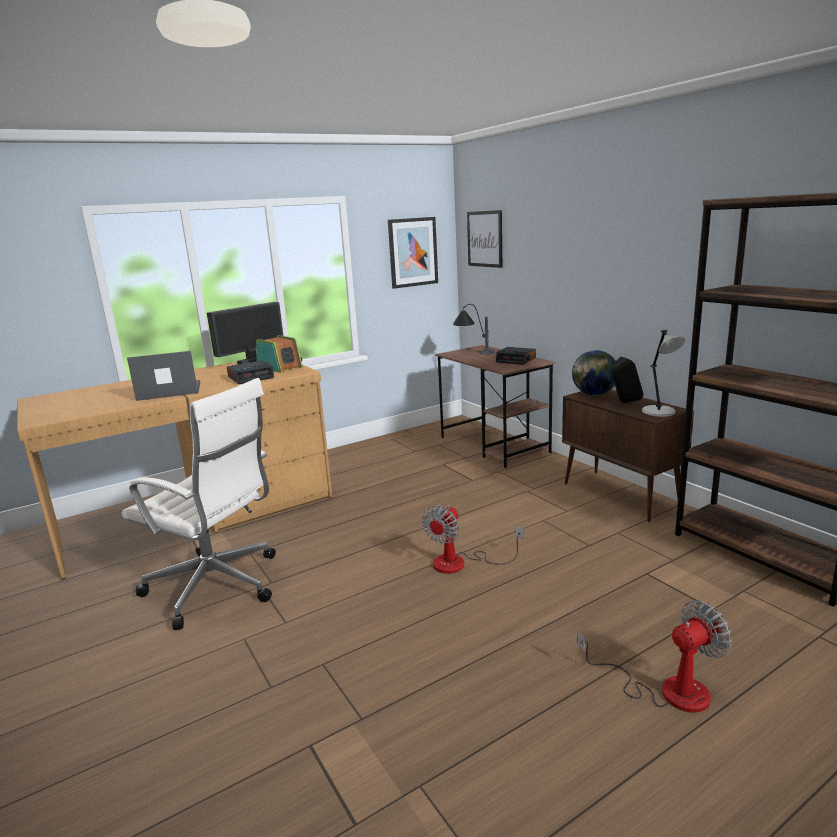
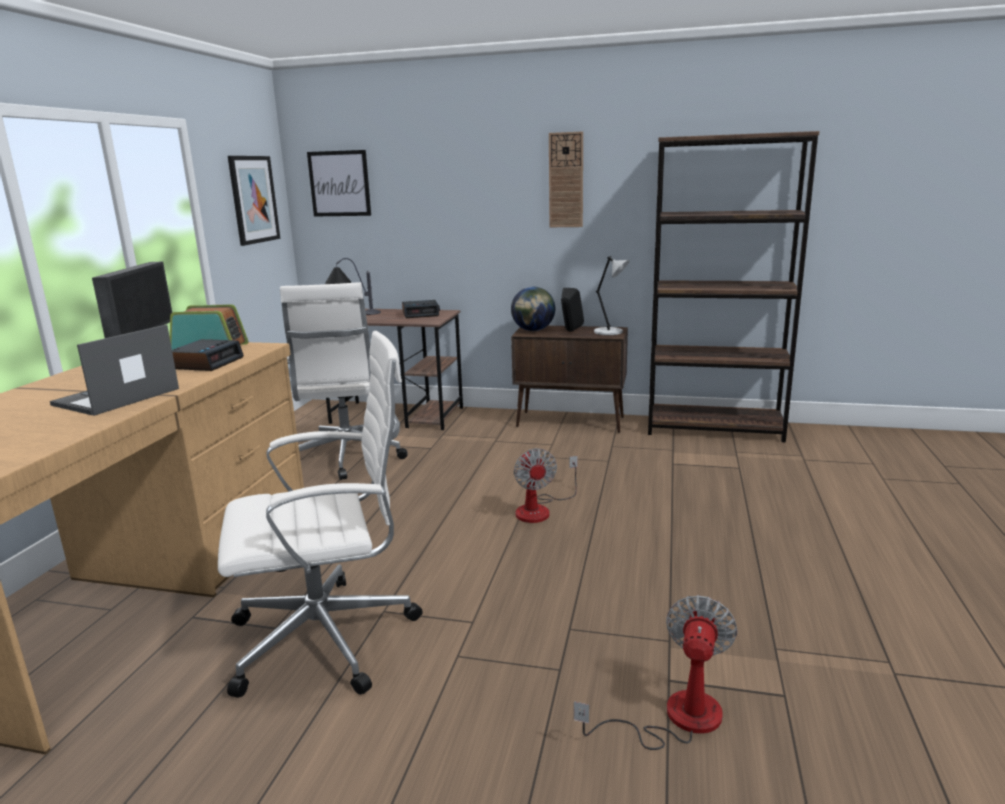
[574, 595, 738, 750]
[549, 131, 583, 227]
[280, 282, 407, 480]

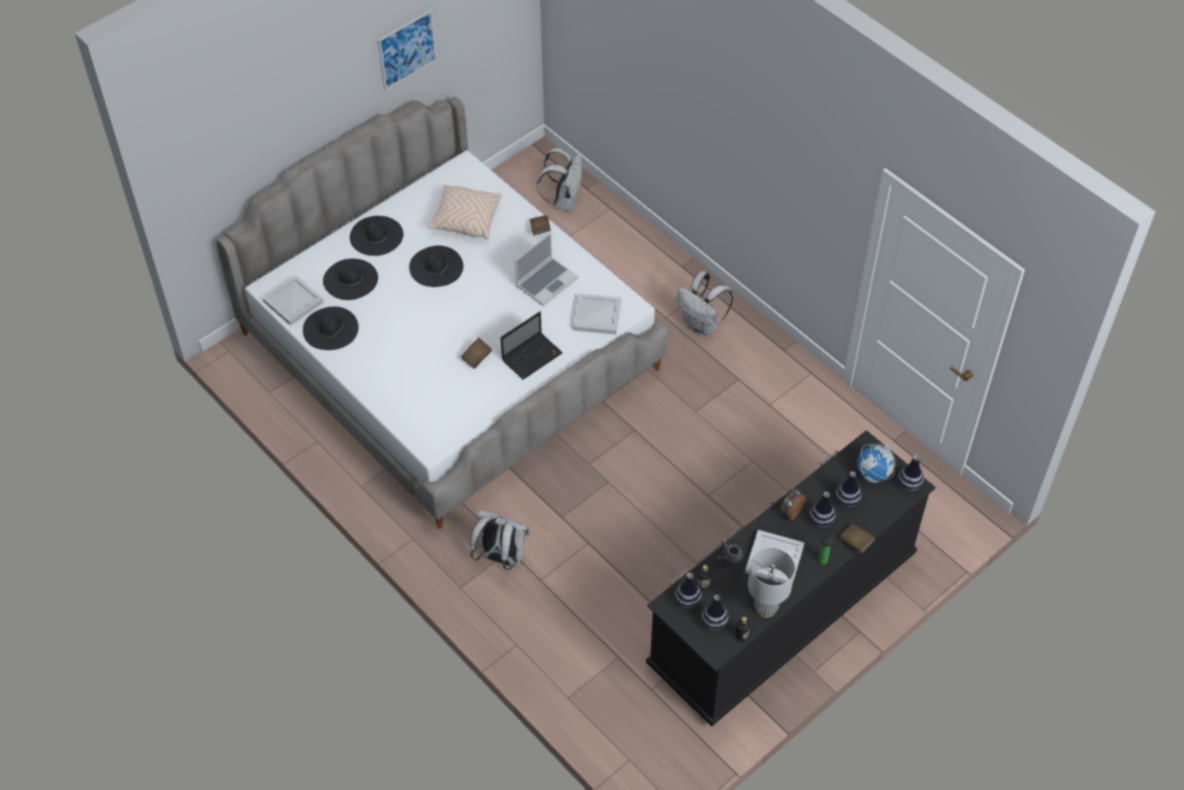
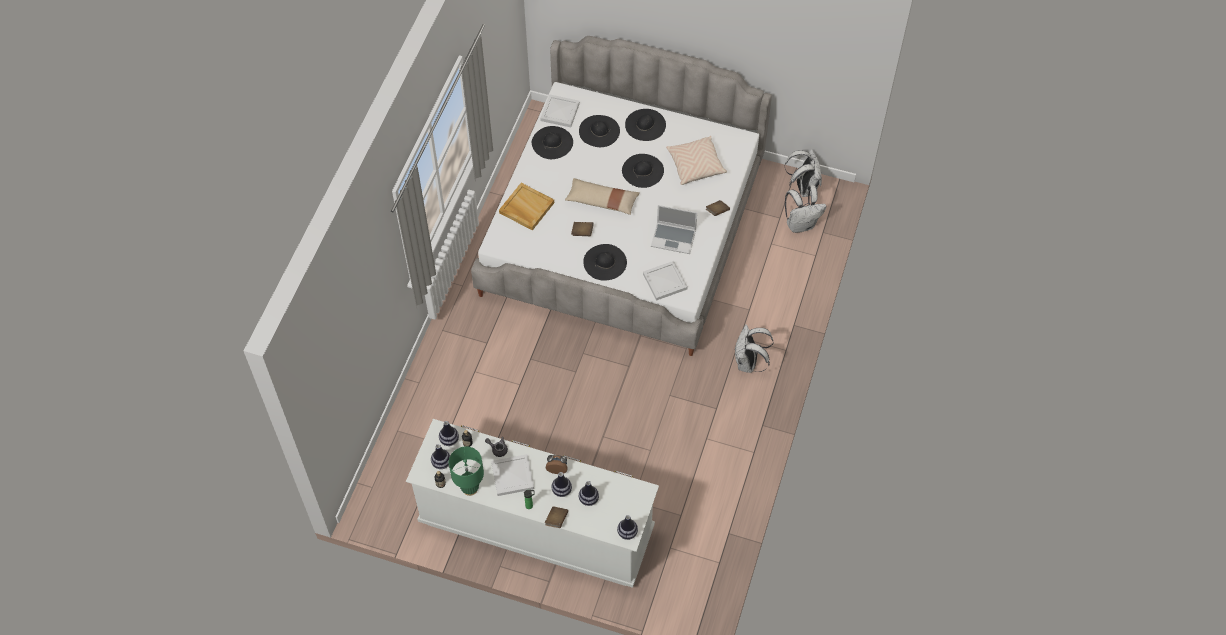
[378, 9, 437, 91] (first image)
[583, 244, 627, 281]
[406, 419, 659, 588]
[857, 442, 896, 483] (first image)
[785, 149, 822, 197]
[449, 446, 484, 496]
[565, 178, 640, 215]
[499, 183, 554, 231]

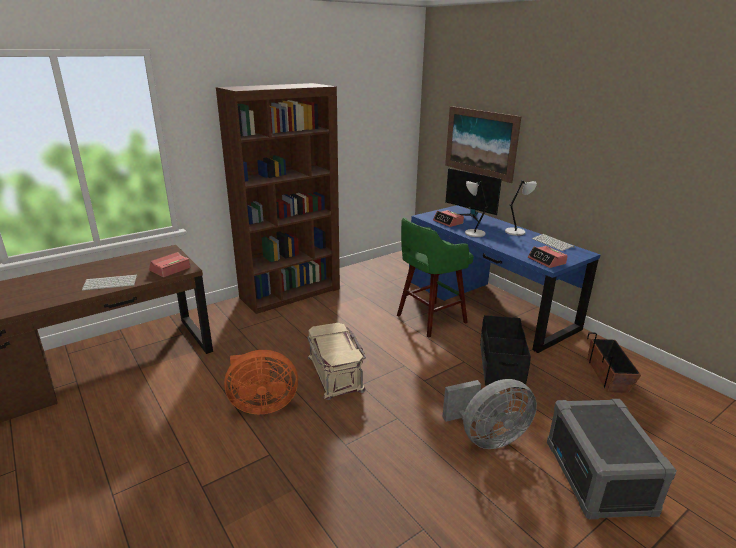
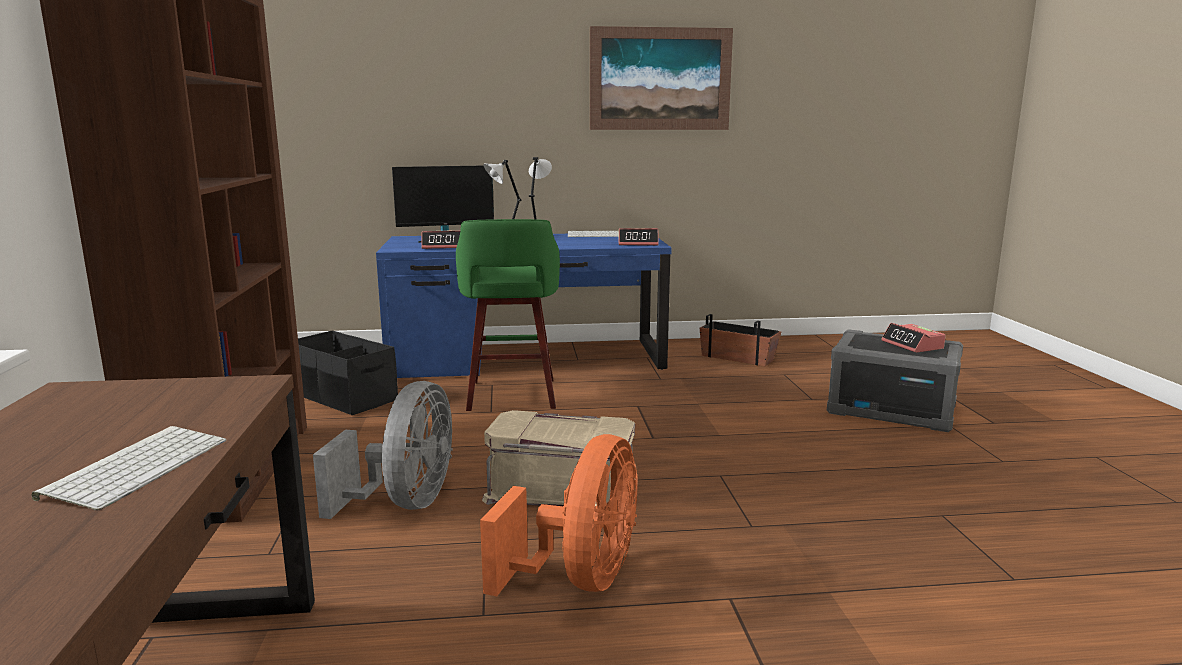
[590, 26, 733, 130]
[881, 323, 946, 353]
[298, 330, 398, 415]
[313, 381, 453, 519]

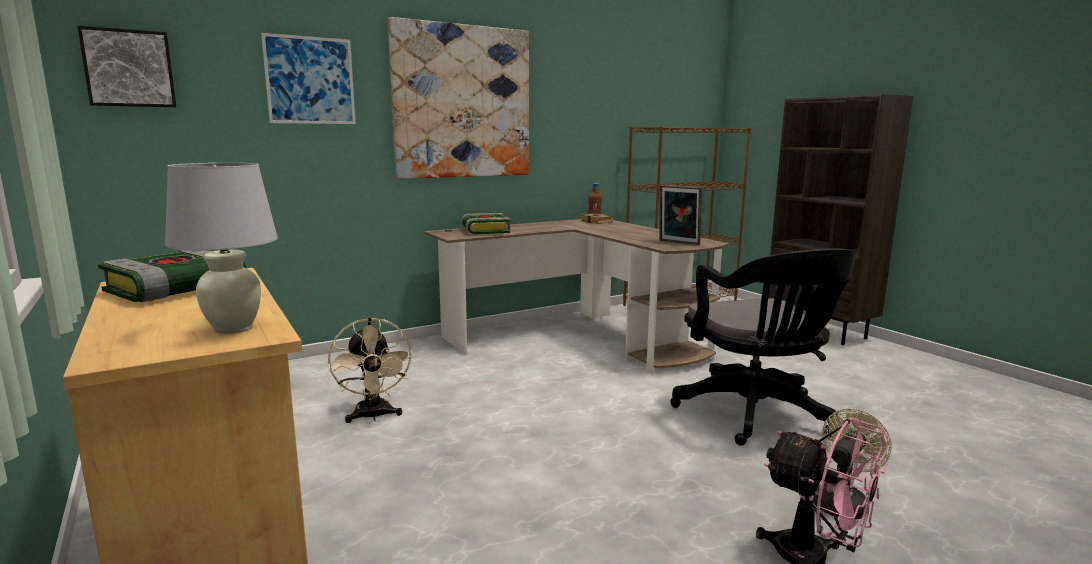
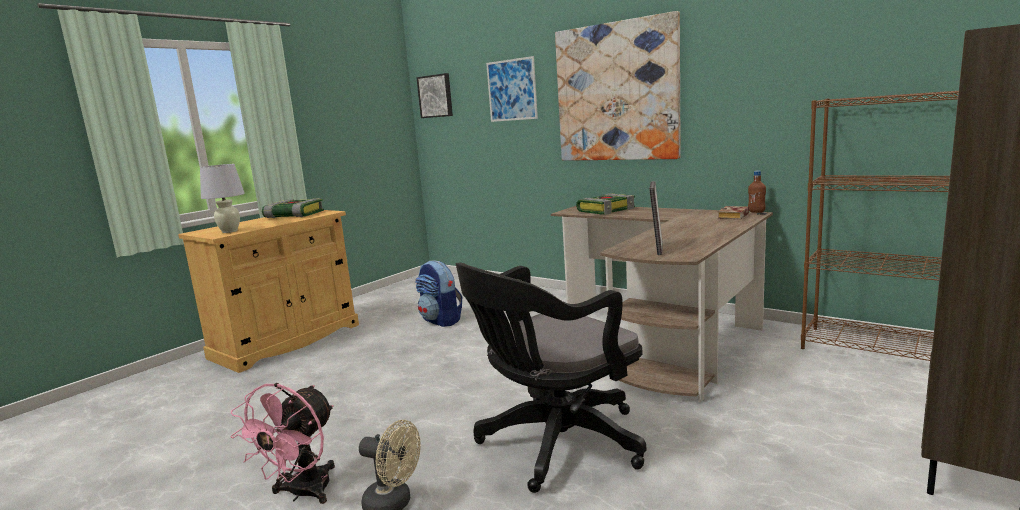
[415, 260, 462, 327]

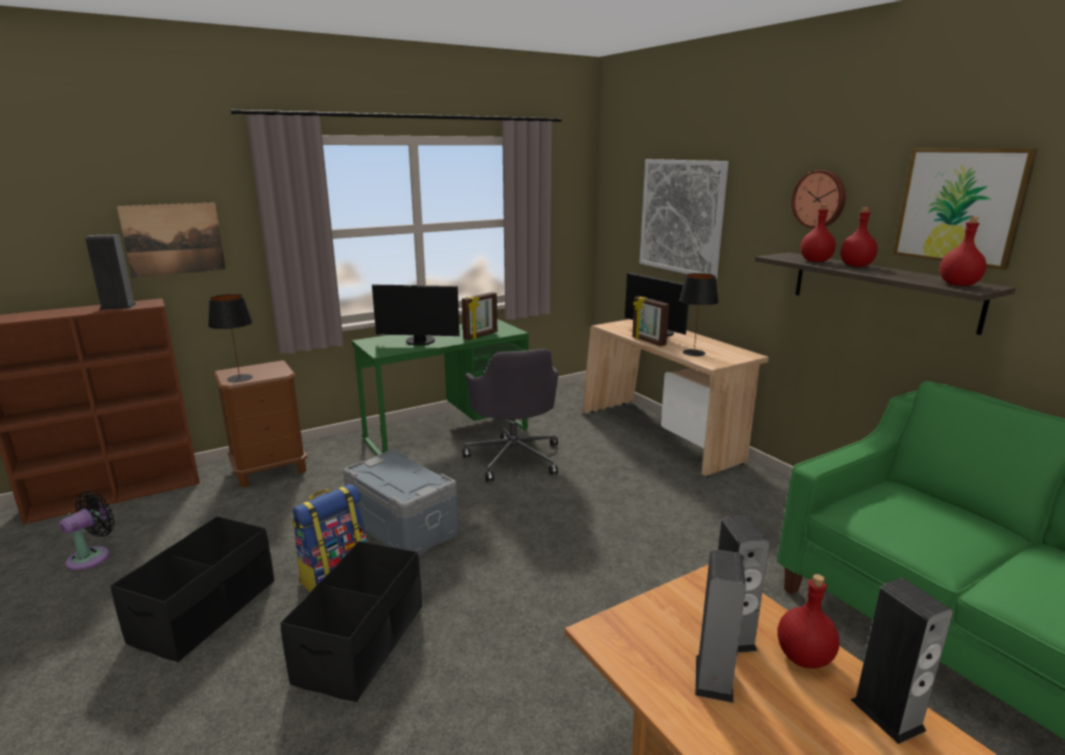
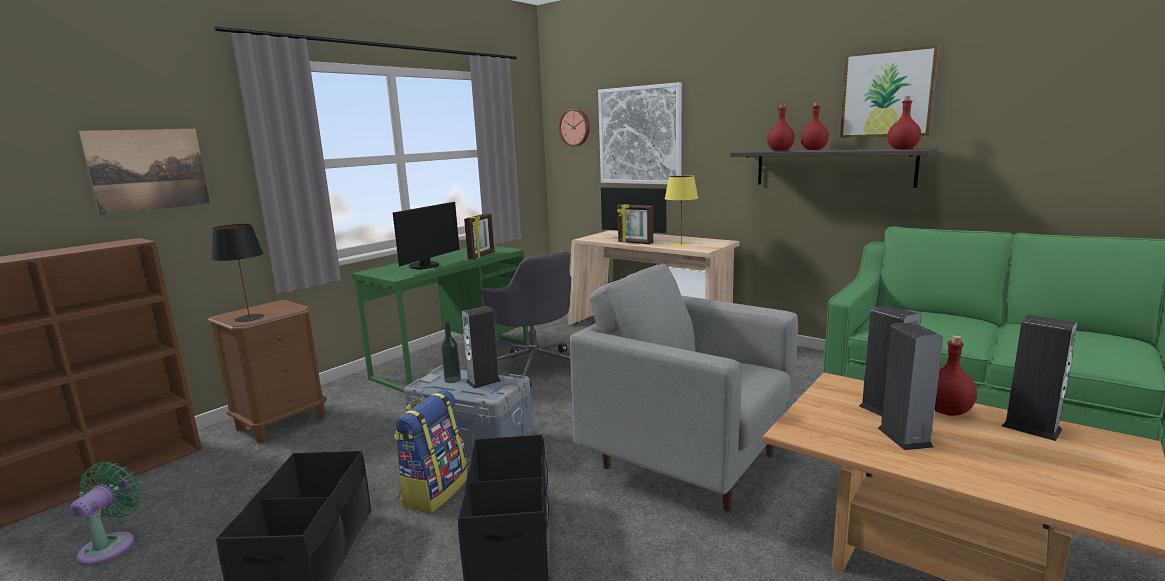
[559, 109, 590, 146]
[462, 306, 501, 389]
[665, 175, 698, 247]
[393, 202, 459, 269]
[69, 462, 142, 565]
[570, 264, 798, 512]
[441, 322, 461, 383]

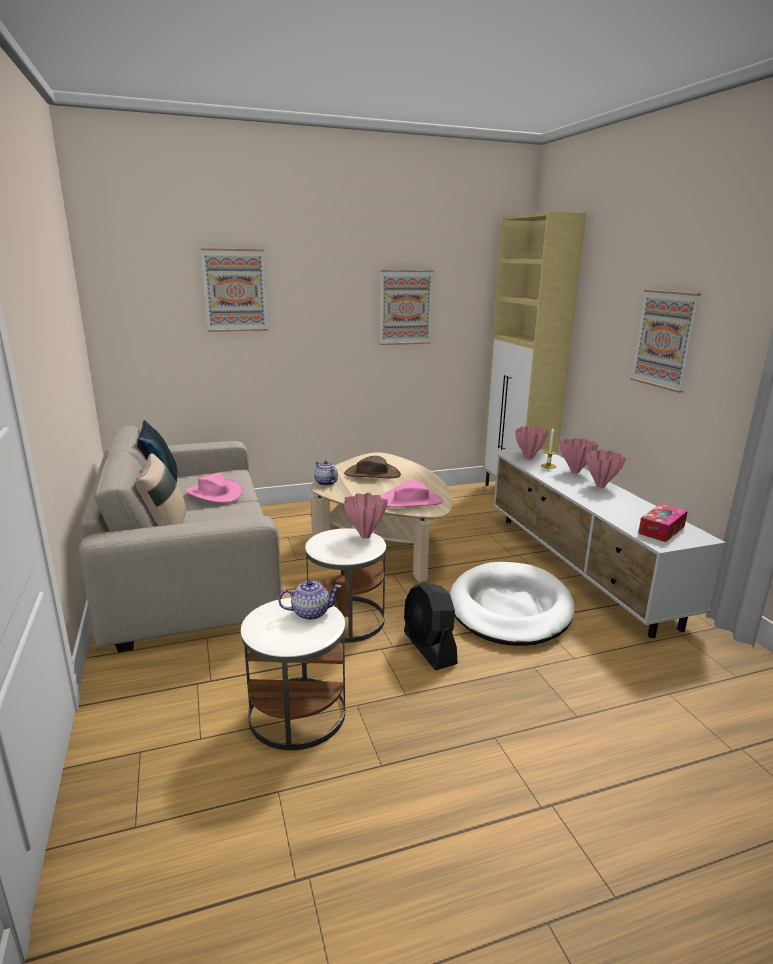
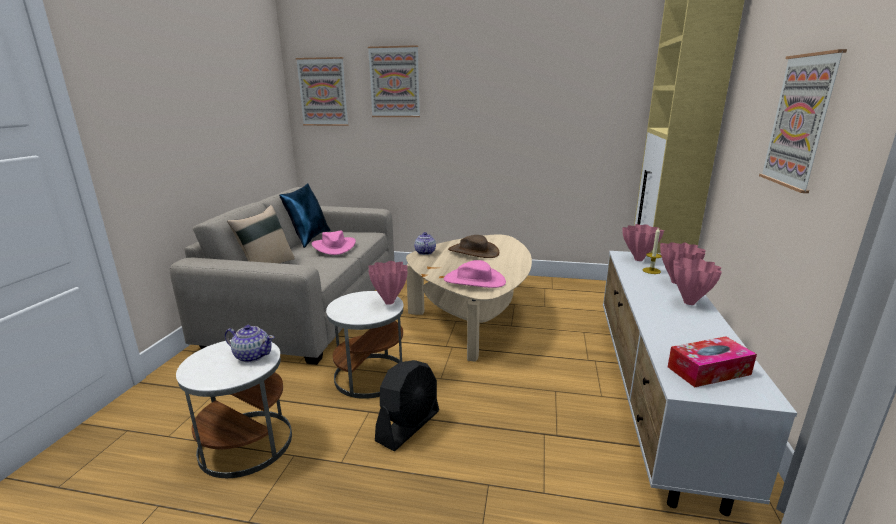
[296, 57, 349, 126]
[450, 562, 575, 646] (first image)
[375, 360, 439, 451]

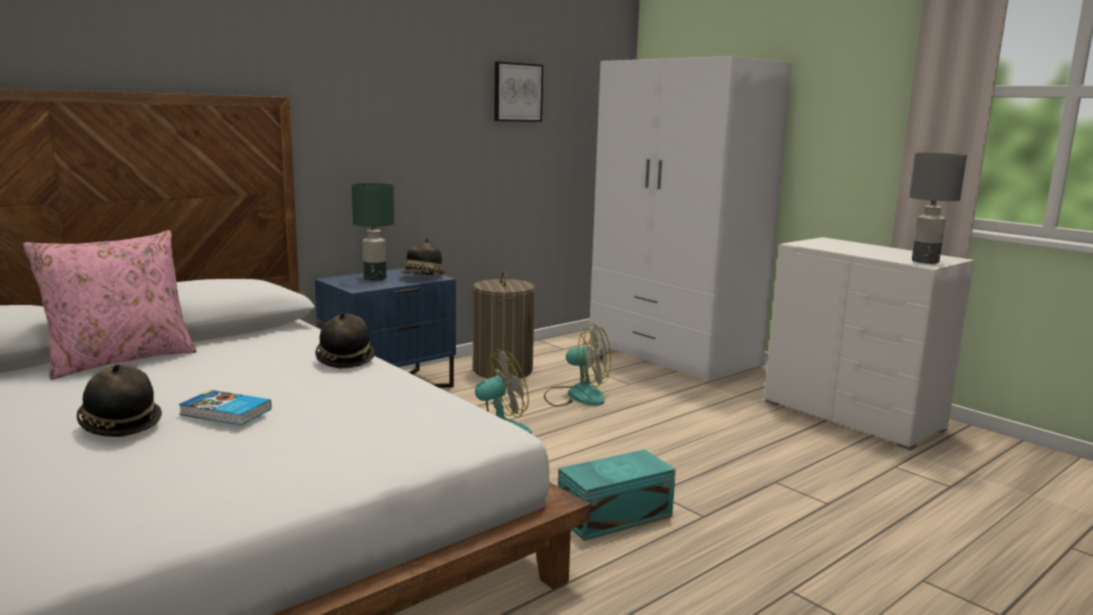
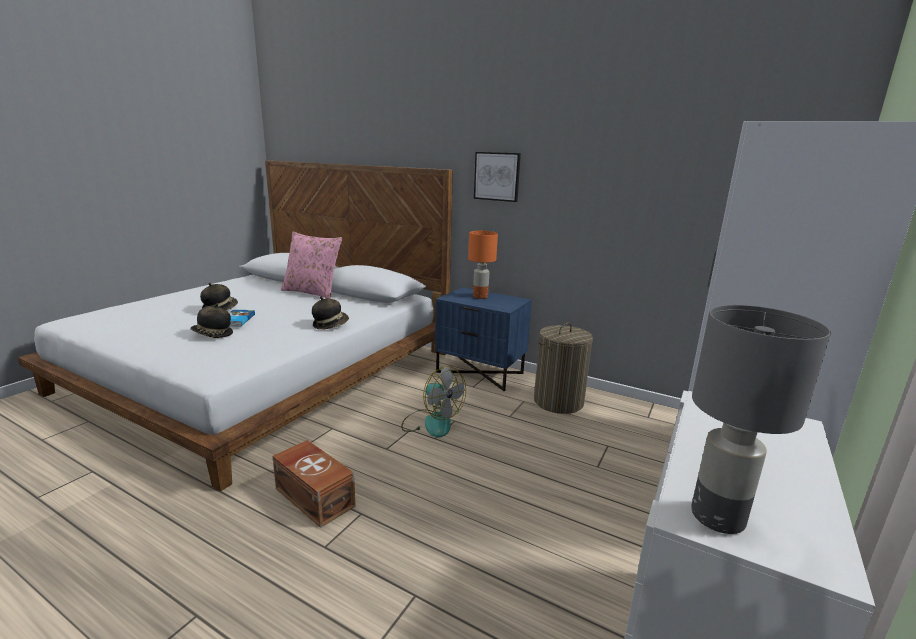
[474, 152, 521, 202]
[468, 231, 498, 299]
[190, 304, 233, 338]
[544, 324, 611, 407] (first image)
[272, 440, 355, 528]

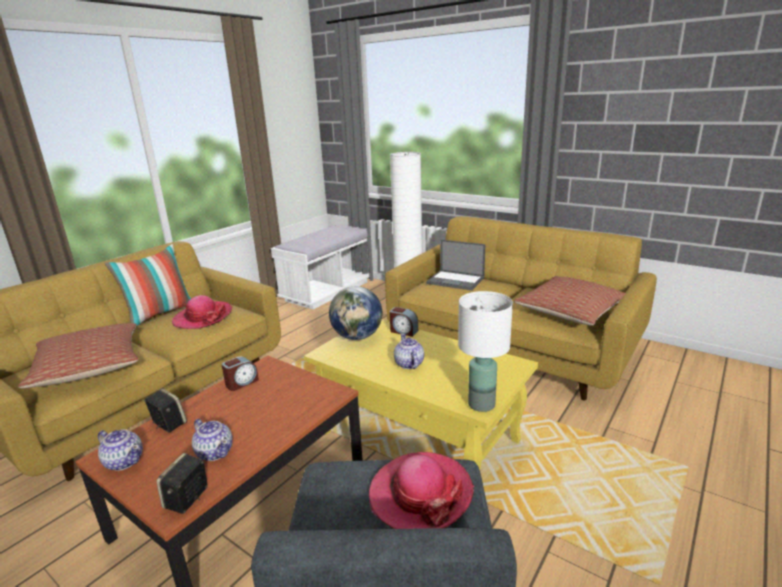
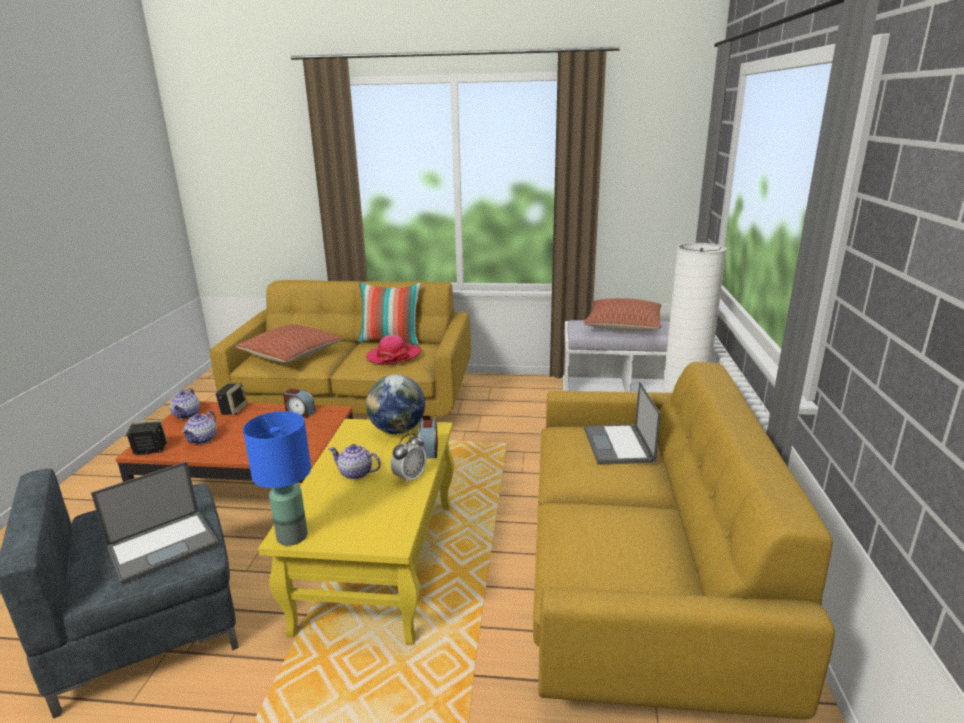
[584, 298, 661, 331]
[243, 411, 311, 546]
[329, 444, 381, 480]
[91, 461, 219, 585]
[391, 433, 426, 484]

